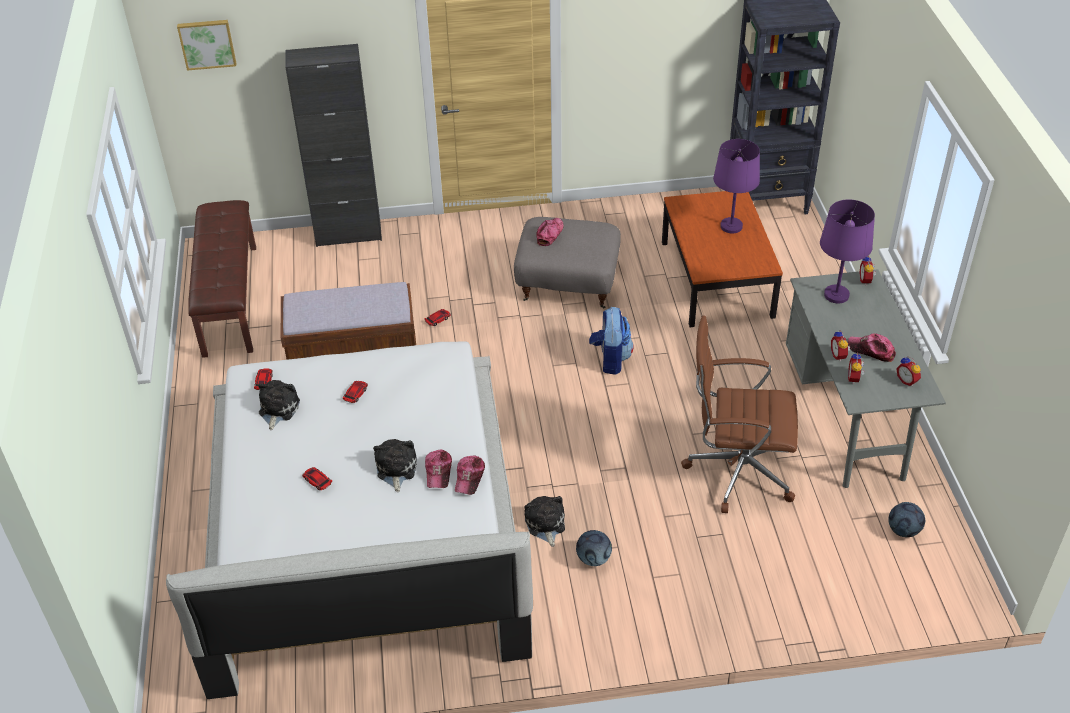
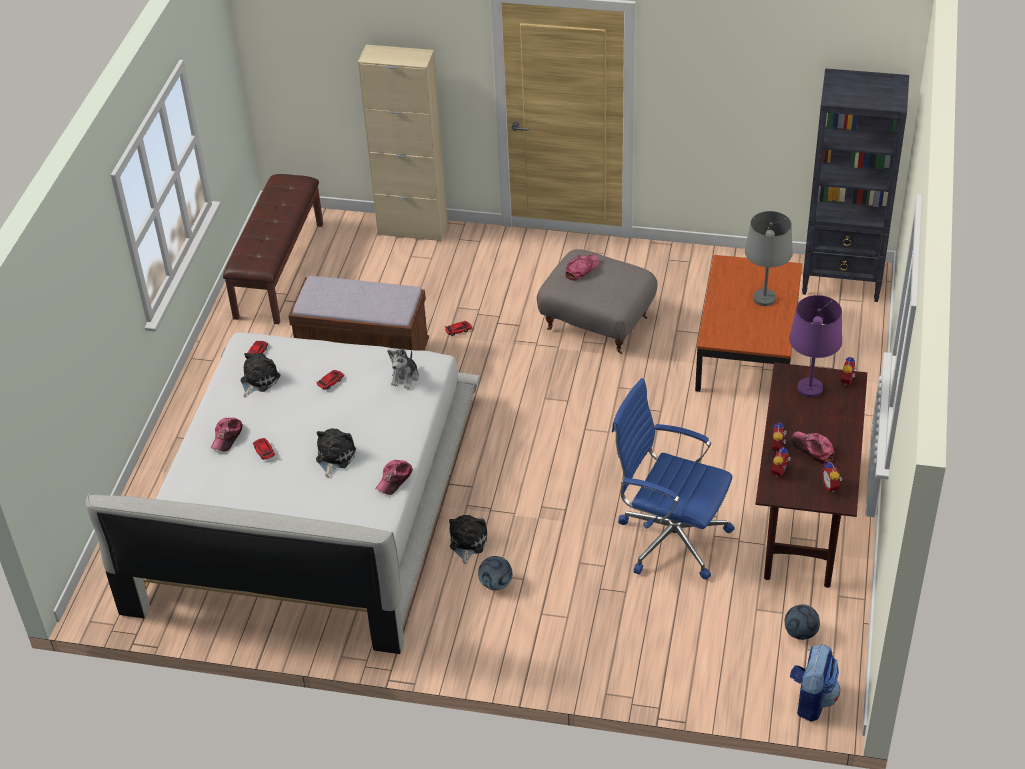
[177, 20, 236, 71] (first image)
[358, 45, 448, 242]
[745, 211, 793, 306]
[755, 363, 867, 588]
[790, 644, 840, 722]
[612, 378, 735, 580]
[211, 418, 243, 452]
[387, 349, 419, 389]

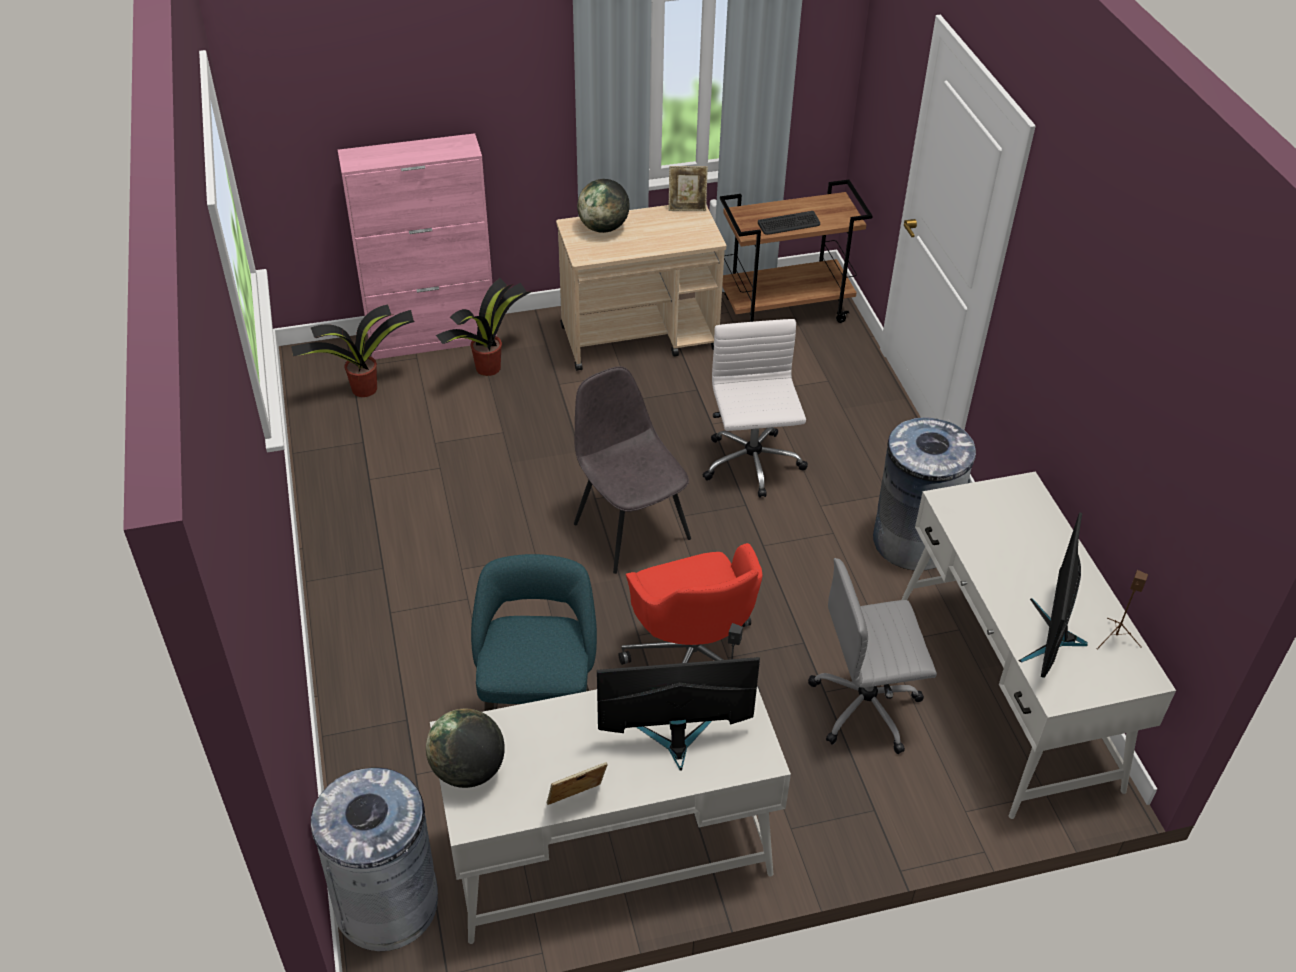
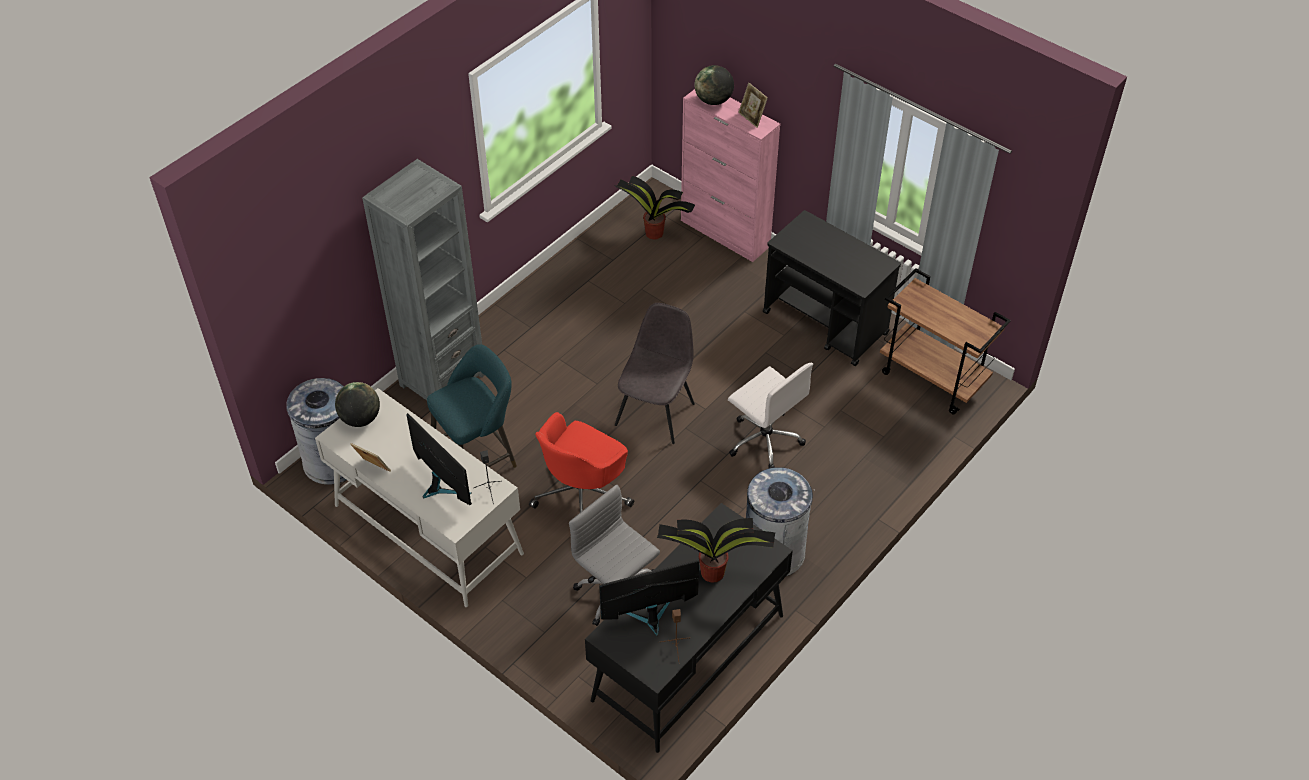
[738, 83, 768, 128]
[694, 65, 734, 105]
[763, 210, 901, 366]
[758, 211, 820, 235] (first image)
[657, 518, 775, 583]
[728, 363, 813, 469]
[585, 503, 793, 753]
[362, 159, 485, 400]

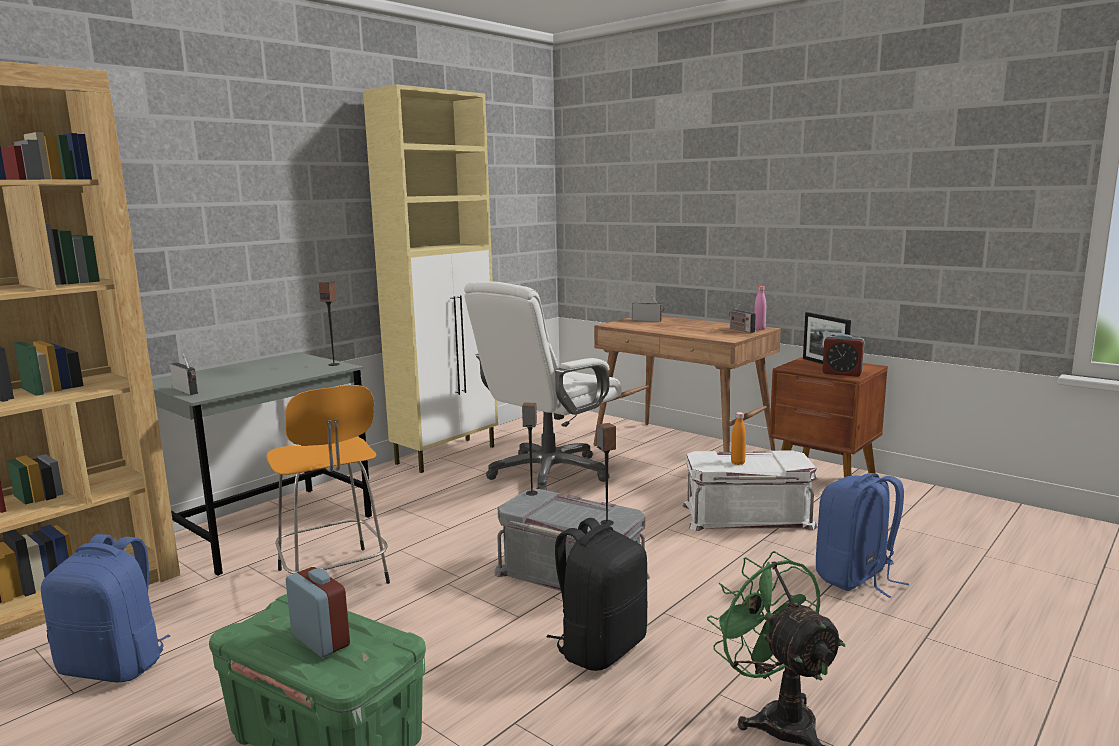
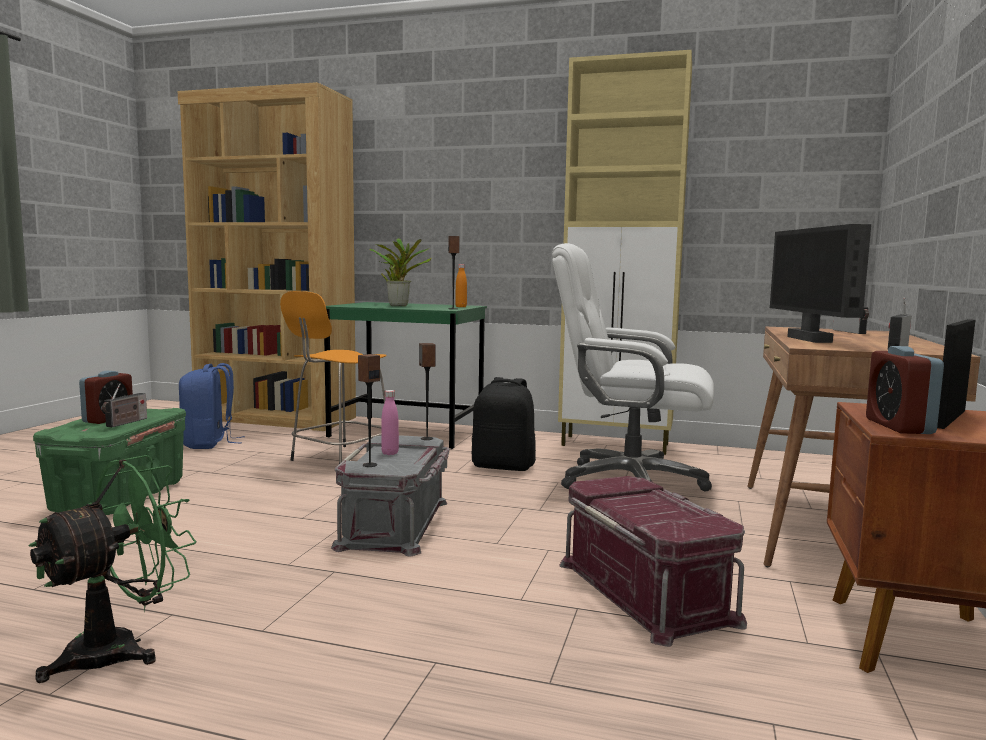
[381, 390, 399, 455]
[324, 302, 487, 449]
[102, 383, 147, 427]
[455, 264, 467, 307]
[559, 476, 747, 647]
[816, 473, 909, 598] (first image)
[472, 377, 536, 471]
[770, 224, 871, 343]
[370, 238, 431, 306]

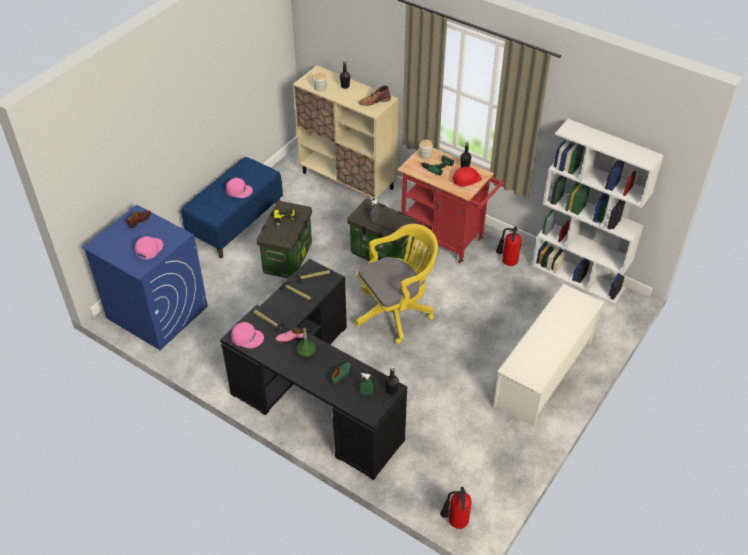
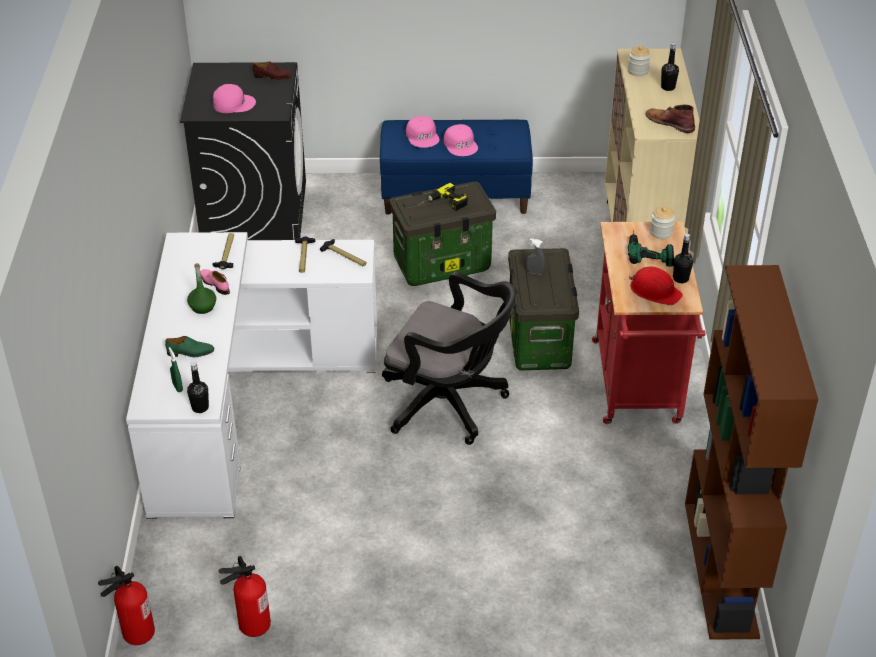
[685, 265, 818, 640]
[180, 62, 306, 240]
[382, 272, 516, 445]
[219, 556, 271, 637]
[126, 232, 378, 519]
[493, 284, 604, 427] (first image)
[406, 116, 439, 148]

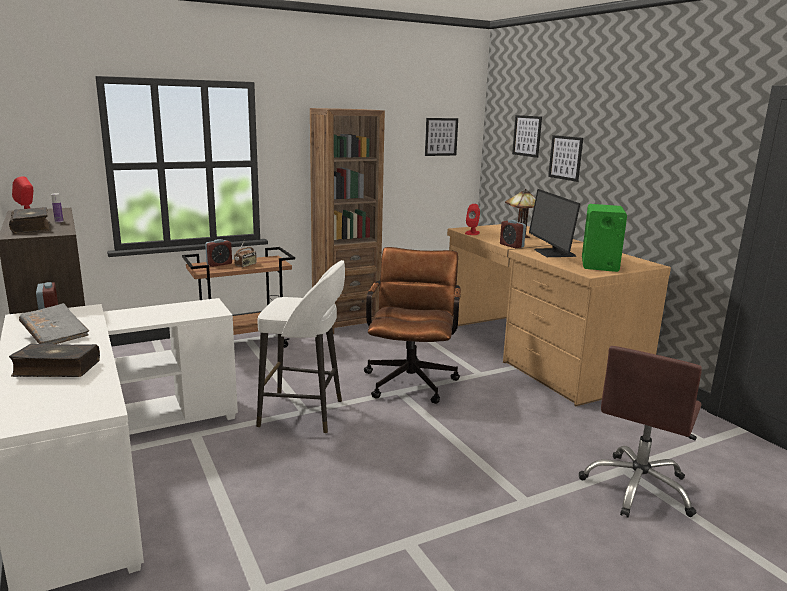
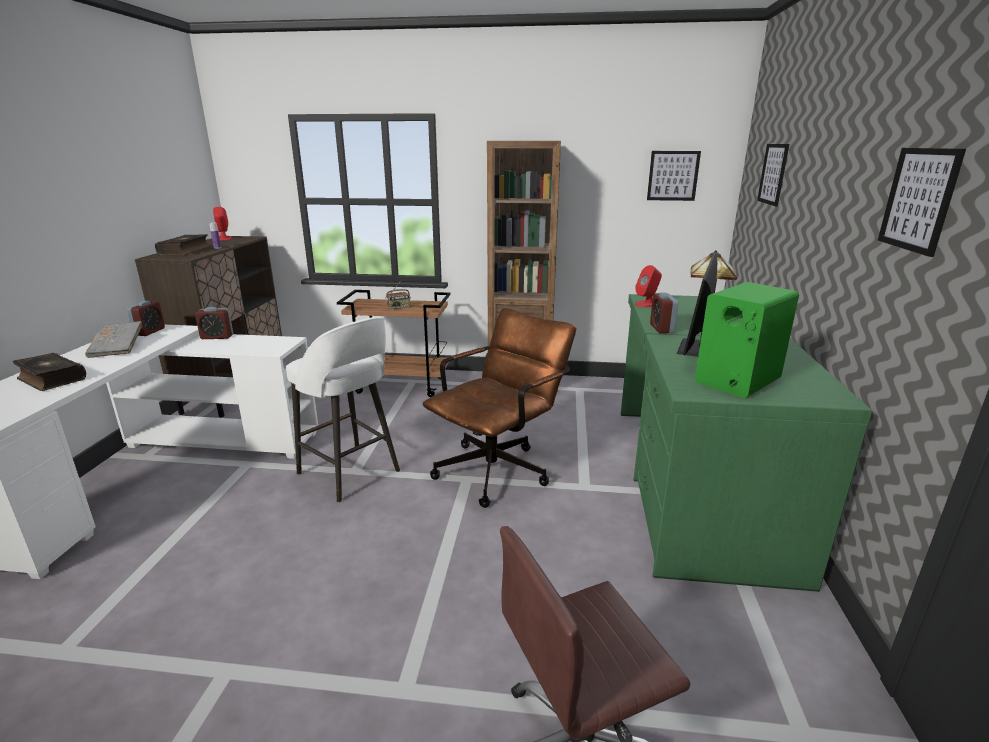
[878, 148, 966, 257]
[621, 294, 872, 592]
[195, 307, 233, 339]

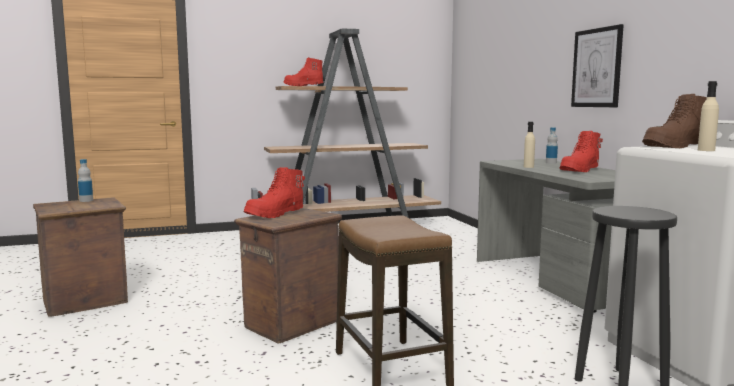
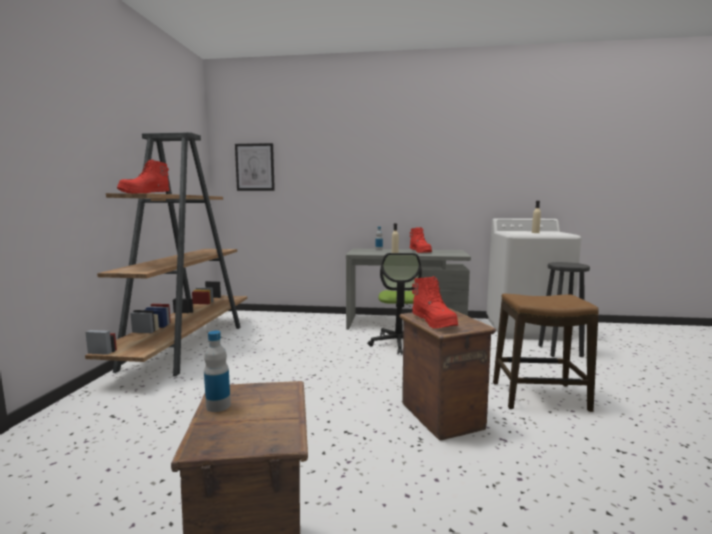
[235, 143, 275, 191]
[642, 94, 707, 148] (first image)
[368, 253, 422, 355]

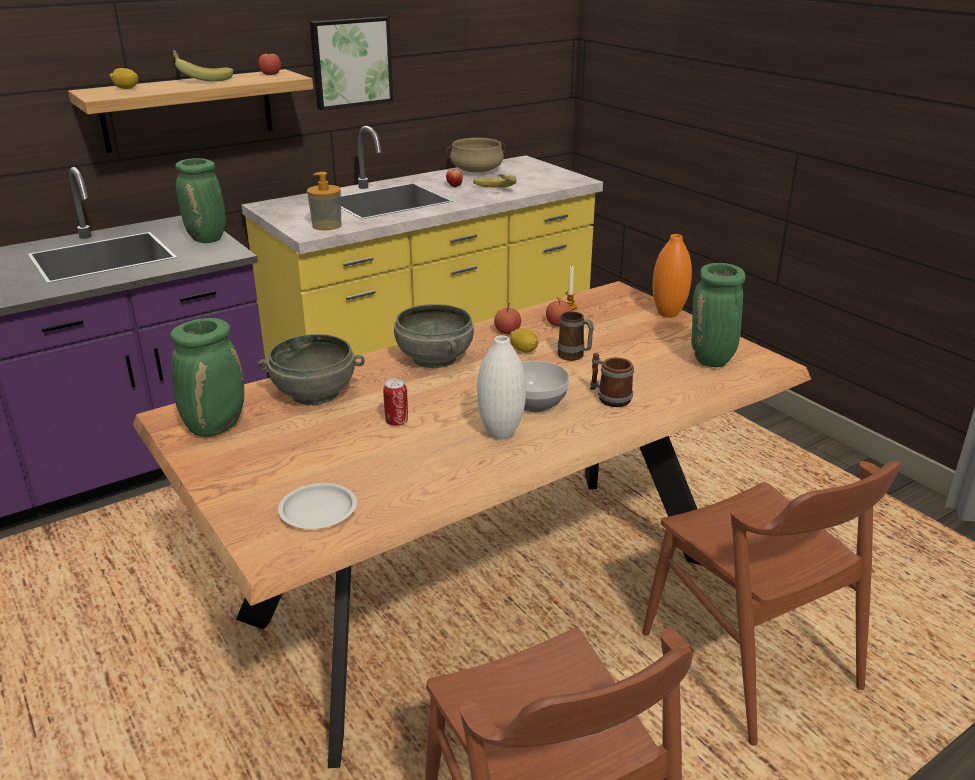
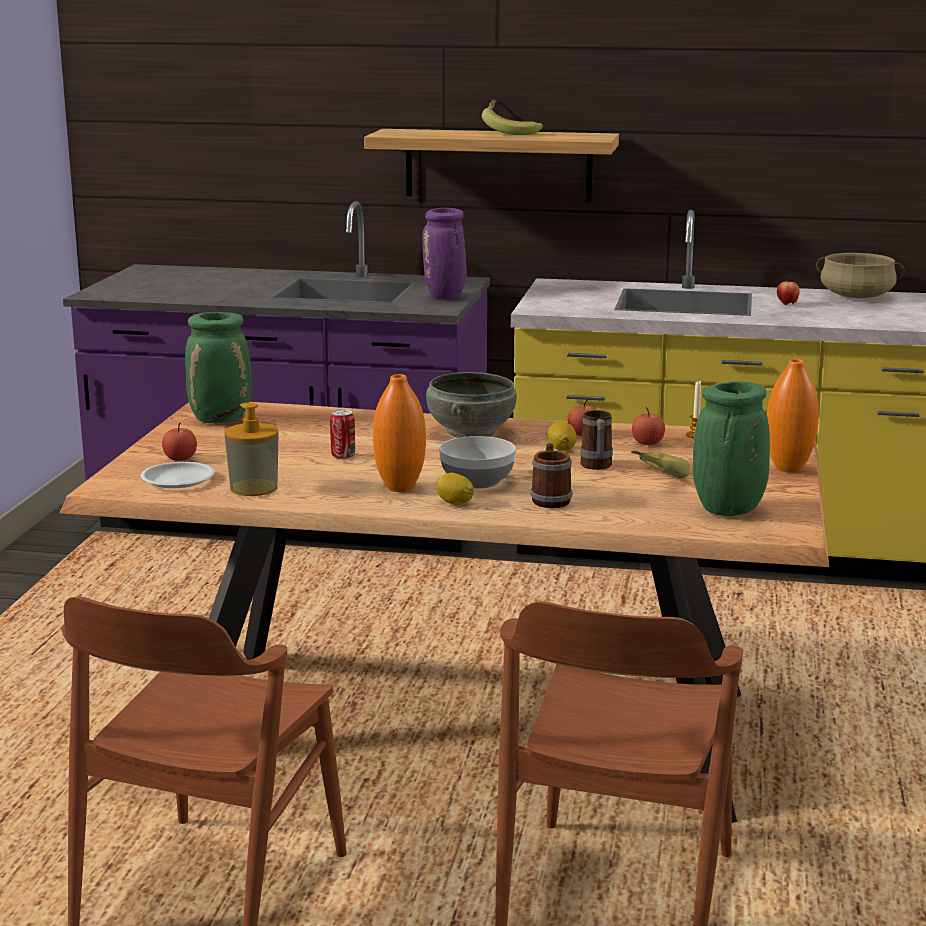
[310, 16, 393, 110] (first image)
[162, 423, 197, 461]
[437, 473, 474, 505]
[422, 208, 467, 299]
[224, 403, 279, 496]
[631, 451, 690, 478]
[257, 334, 365, 405] (first image)
[373, 374, 426, 492]

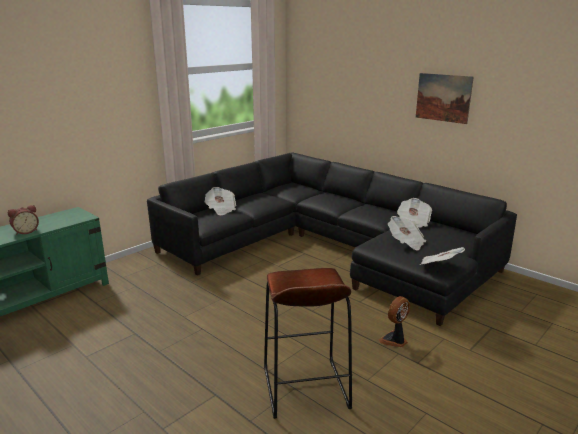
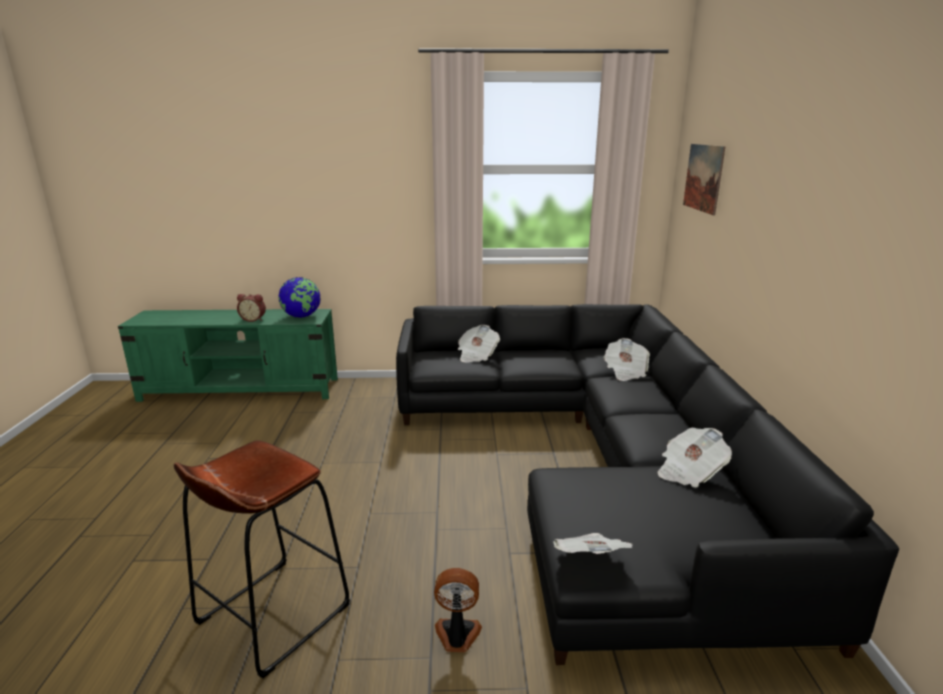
[683, 144, 725, 215]
[604, 338, 650, 381]
[278, 277, 321, 318]

